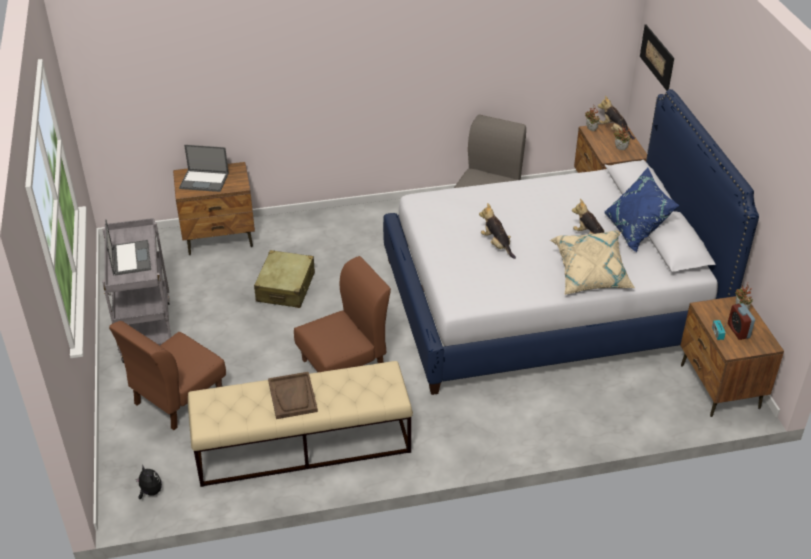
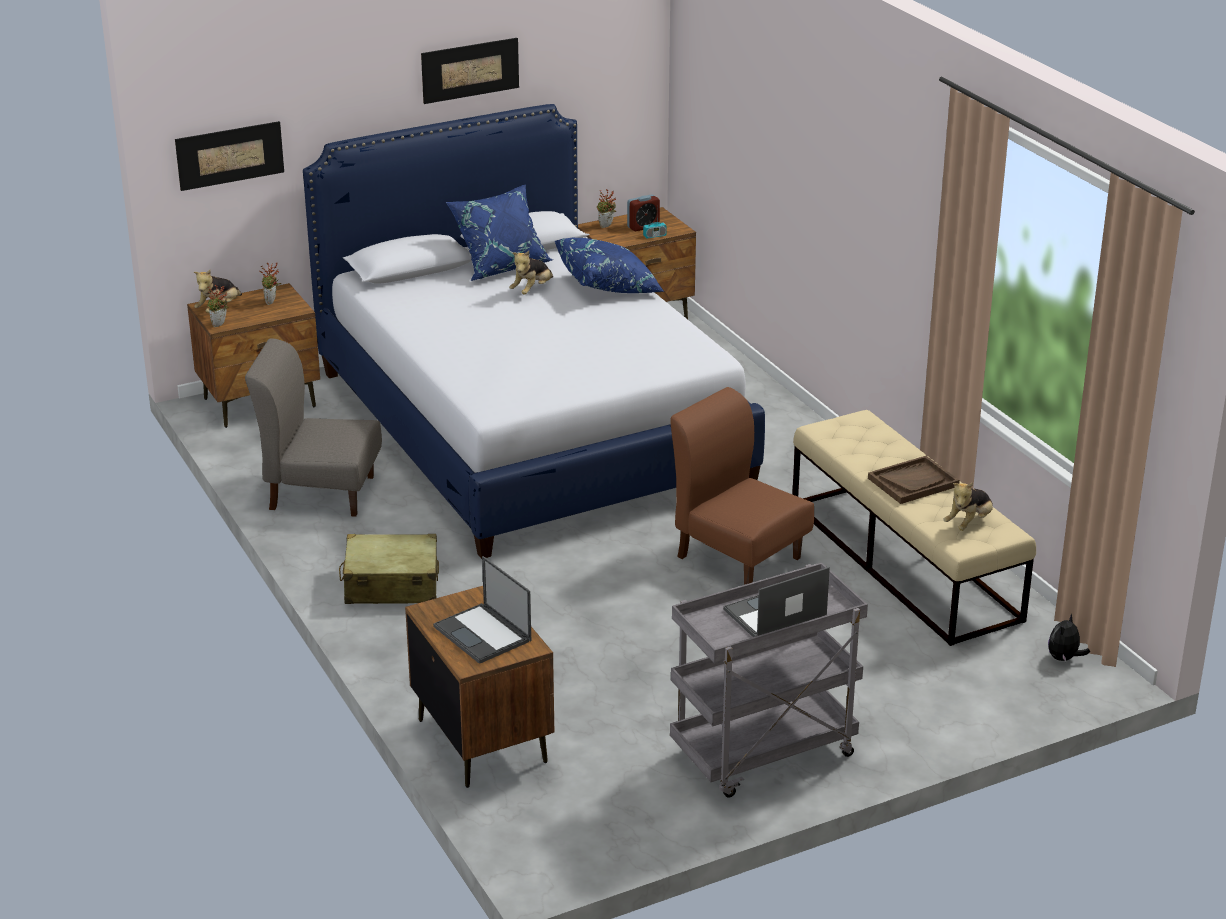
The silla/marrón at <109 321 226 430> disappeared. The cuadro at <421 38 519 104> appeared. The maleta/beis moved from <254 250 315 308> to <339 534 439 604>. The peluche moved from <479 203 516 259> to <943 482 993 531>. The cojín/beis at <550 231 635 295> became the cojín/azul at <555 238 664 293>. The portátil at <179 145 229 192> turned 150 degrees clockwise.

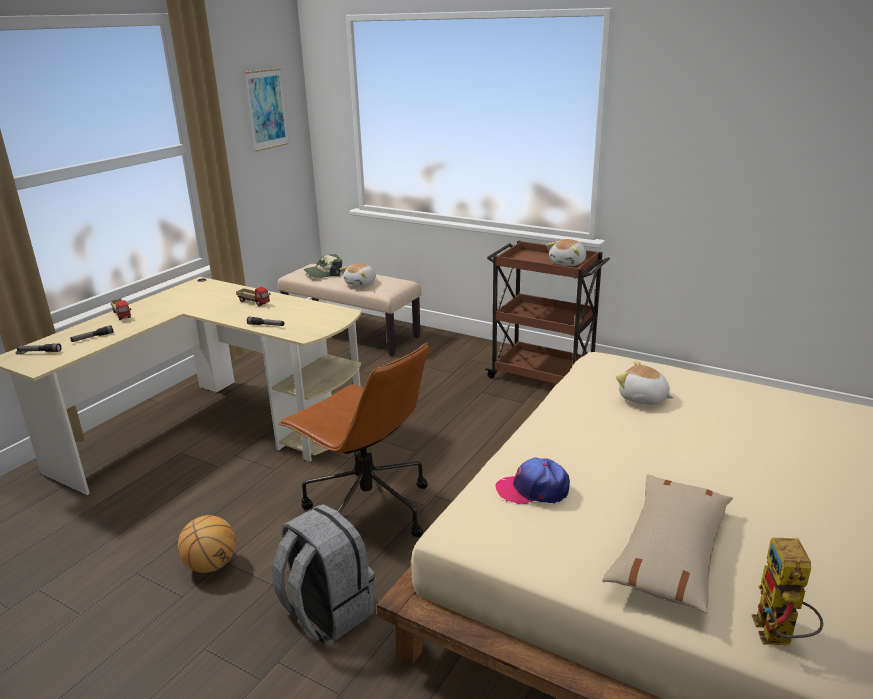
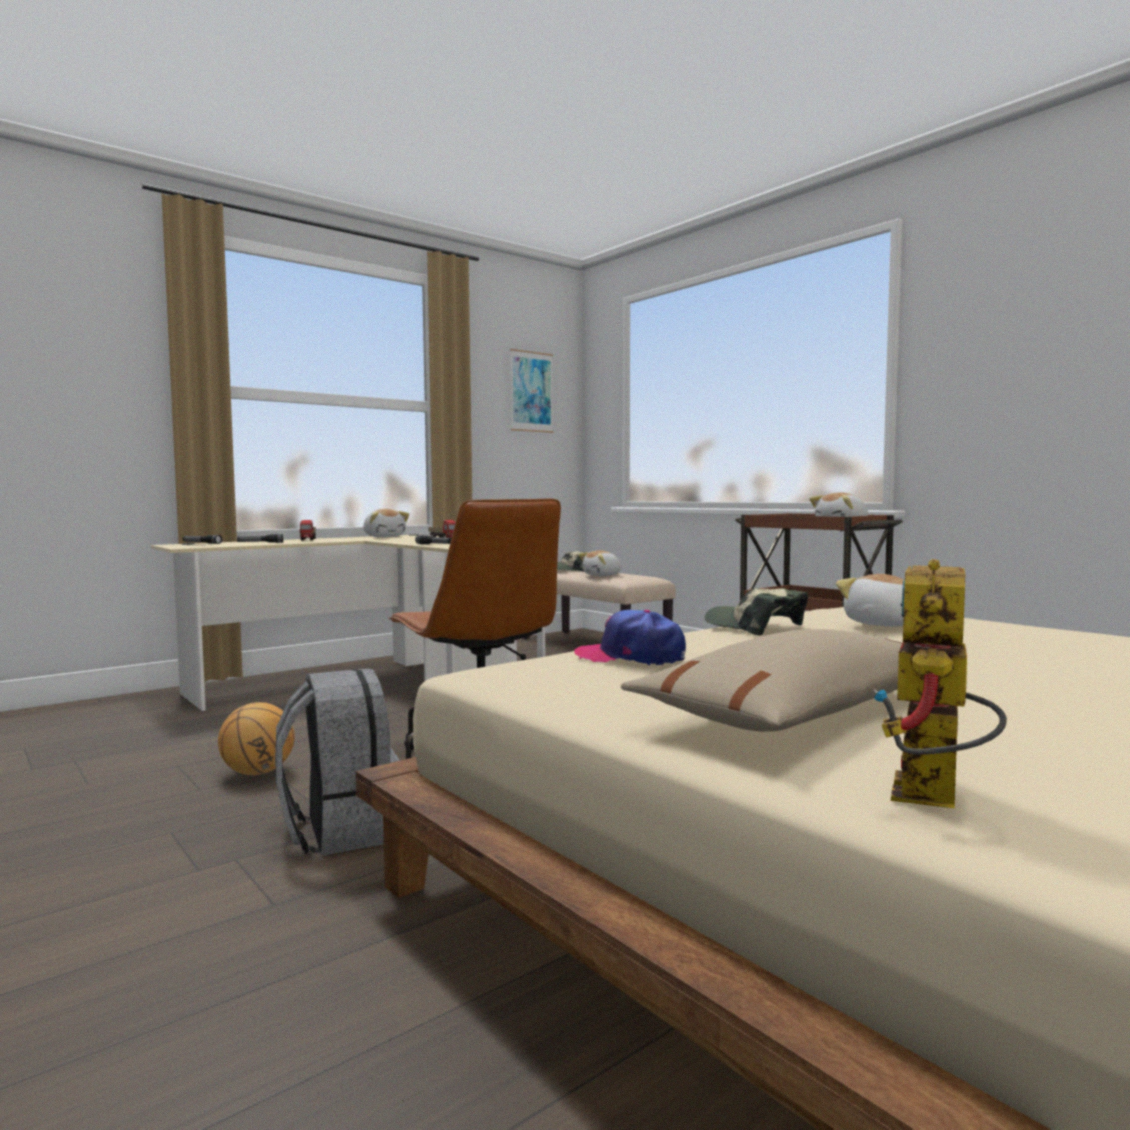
The peluche at <363 509 409 537> appeared. The gorra at <705 588 808 636> appeared.

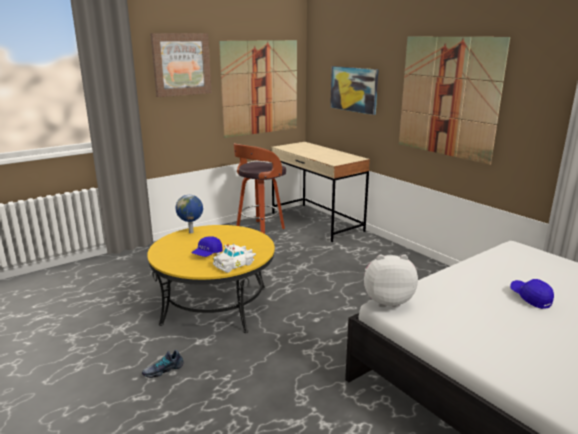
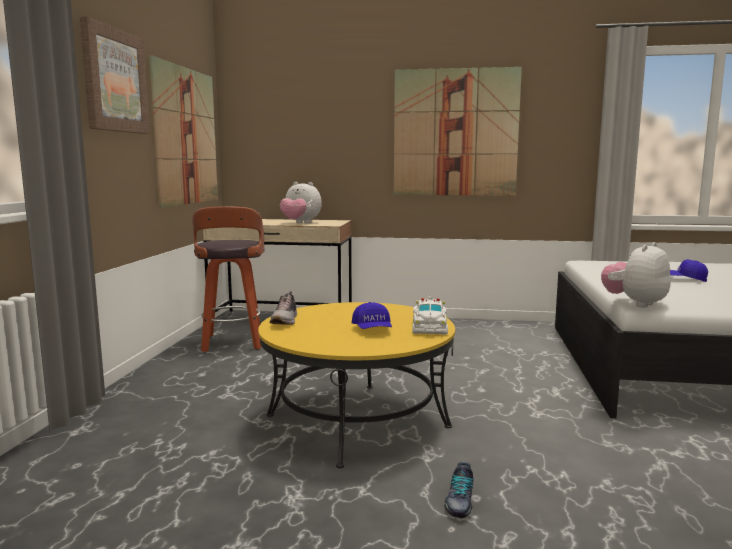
The cuadro at <330 66 379 115> disappeared. The peluche at <280 182 322 223> appeared. The globo terráqueo at <176 195 203 233> was replaced by the zapato at <269 291 297 325>.

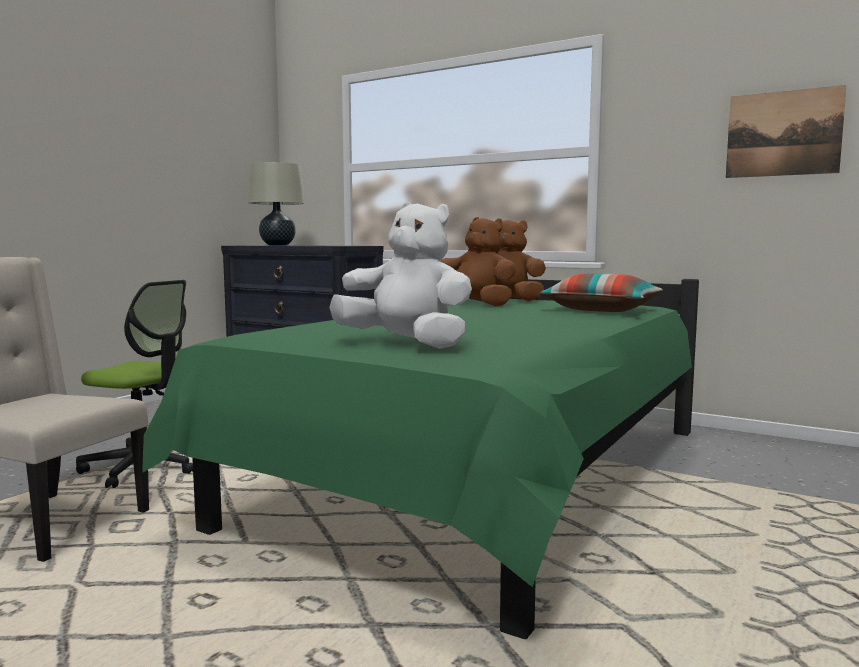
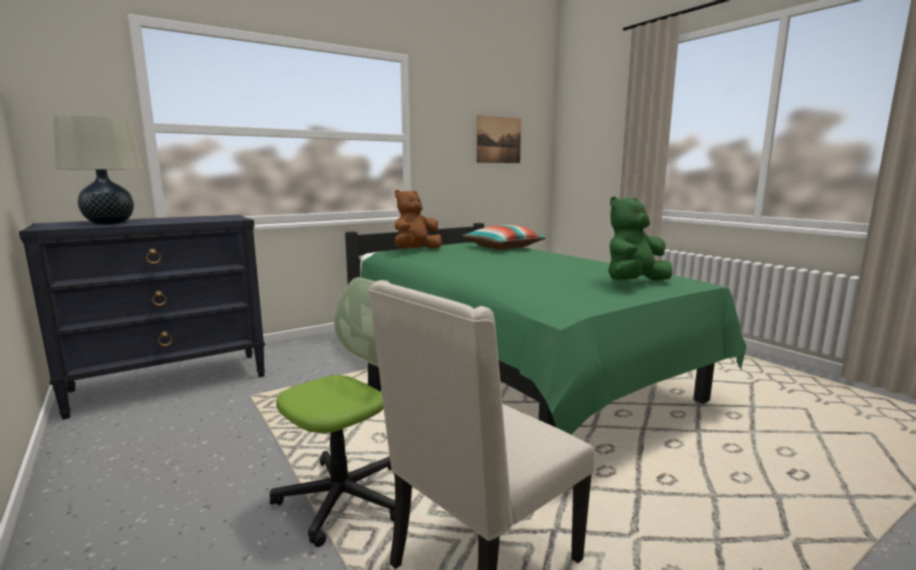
The peluche/marrón at <440 217 516 306> disappeared. The peluche/blanco at <329 203 472 349> became the peluche/verde at <608 196 672 281>.

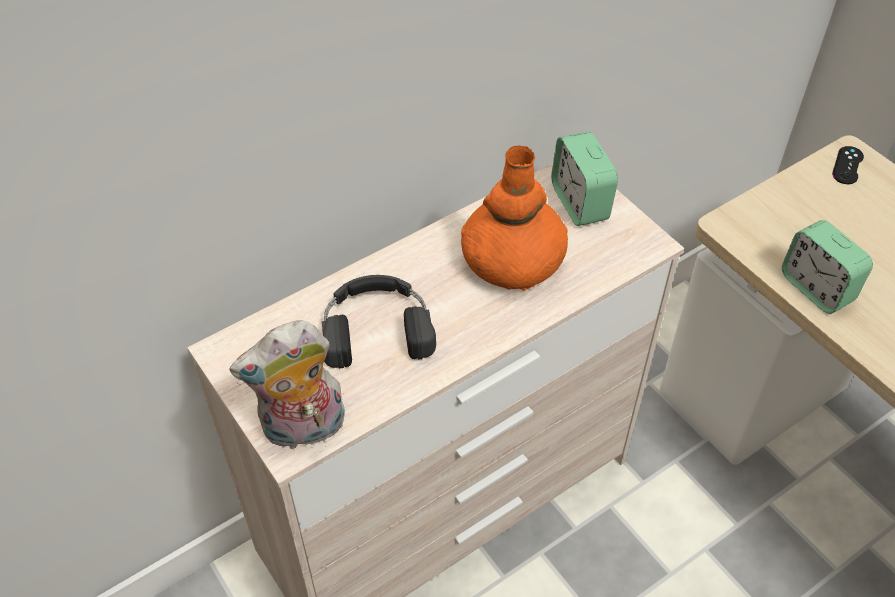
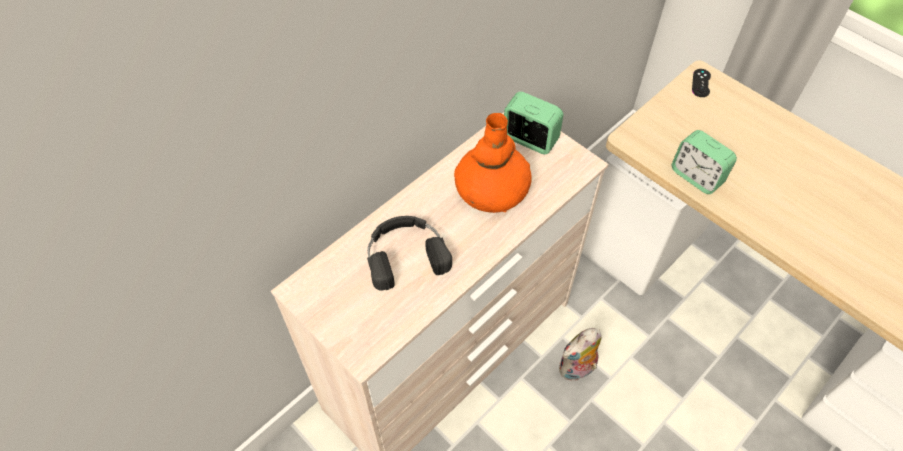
The peluche moved from <230 320 345 449> to <559 328 602 381>. The despertador at <551 132 618 226> turned 150 degrees clockwise.

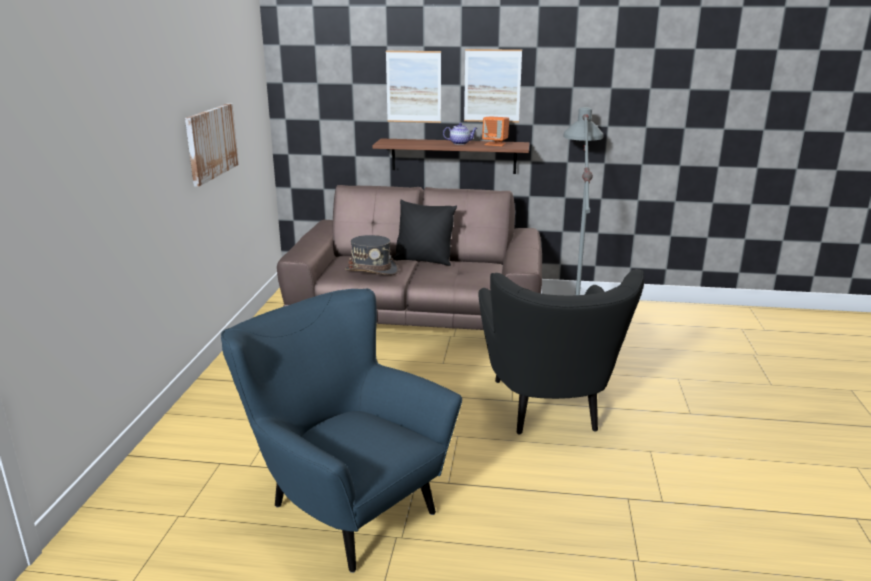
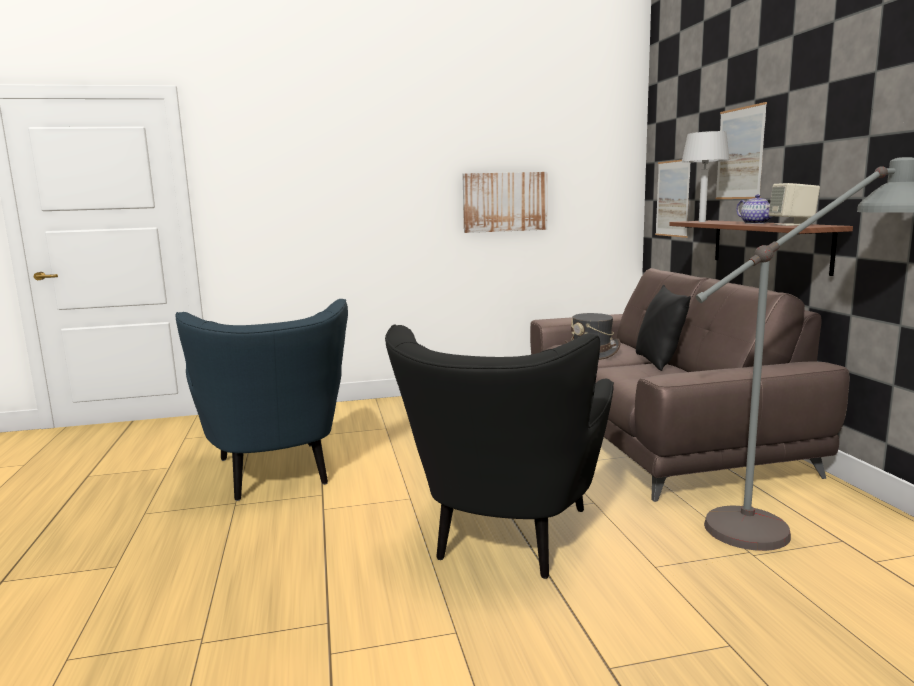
The lámpara de mesa/gris at <681 131 730 222> appeared. The cuadro moved from <464 49 522 123> to <655 160 690 238>. The altavoz/naranja at <482 116 509 146> became the altavoz/beis at <768 183 820 226>. The sillón/azul at <221 288 462 573> turned 135 degrees clockwise. The sillón/negro at <478 269 644 435> turned 45 degrees counterclockwise.

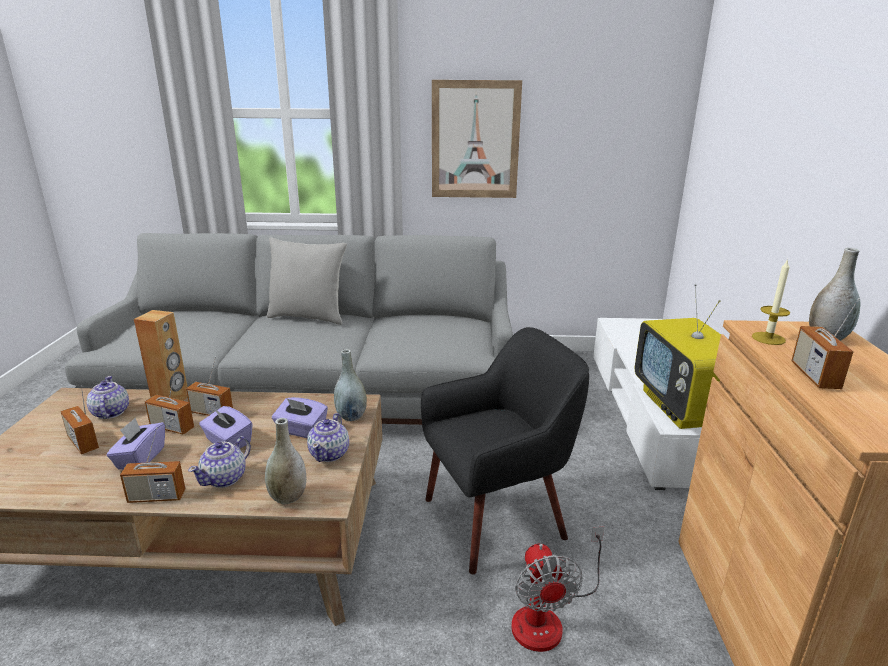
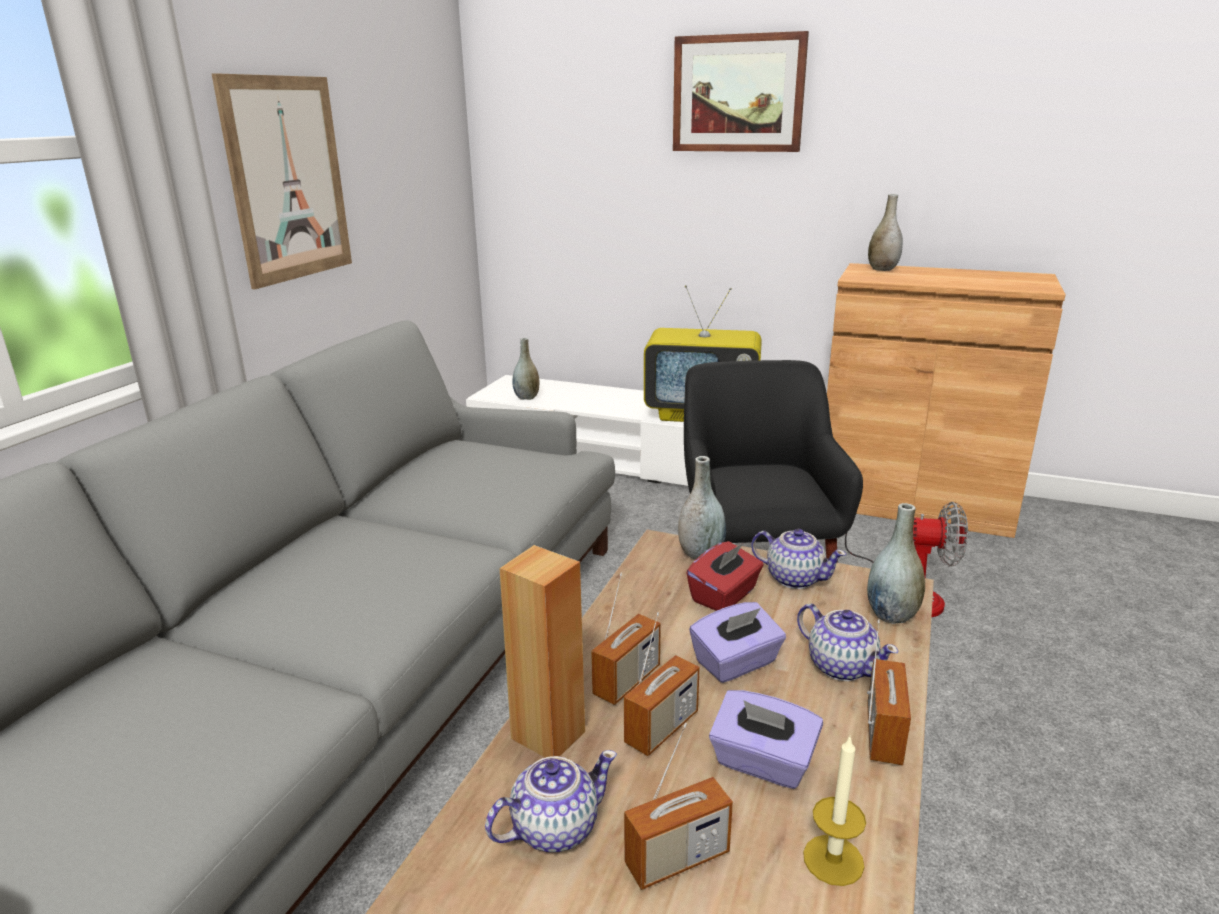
The cojín/gris at <266 237 347 325> disappeared. The radio at <791 298 860 389> disappeared. The florero/gris at <512 338 539 400> appeared. The cuadro at <673 31 809 152> appeared. The vela moved from <752 259 790 345> to <803 737 866 886>. The caja de pañuelos/morado at <272 397 328 438> became the caja de pañuelos/rojo at <686 541 764 611>. The tetera at <87 376 129 419> turned 150 degrees clockwise.

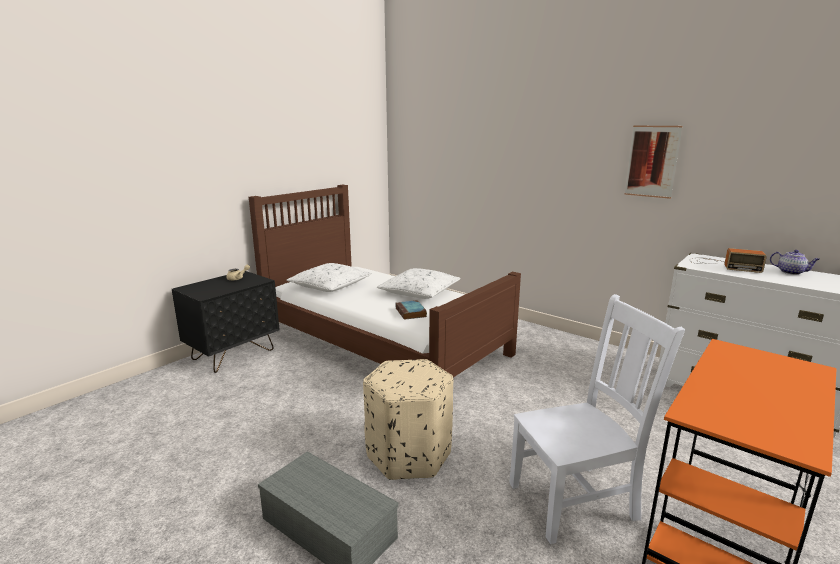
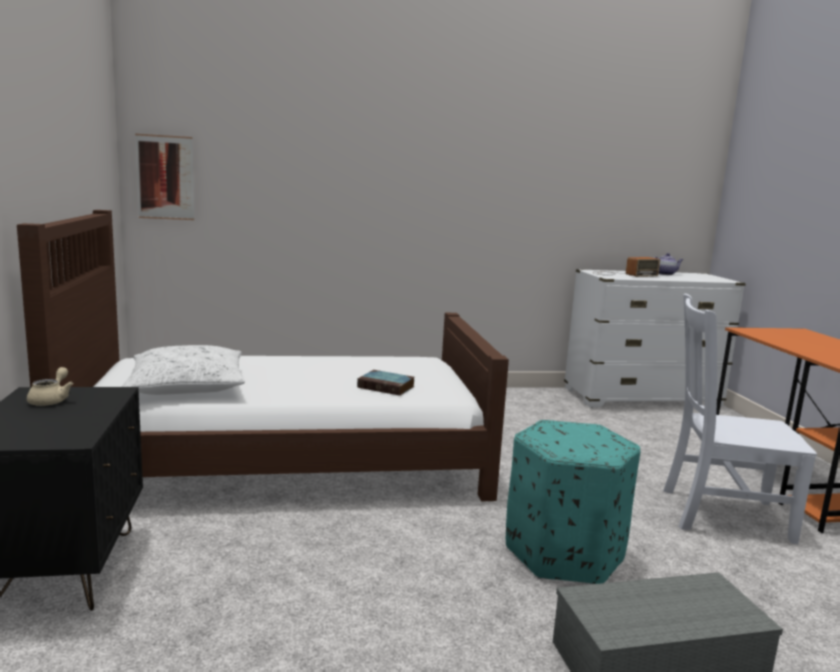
The cojín/blanco at <377 268 461 299> disappeared. The cuadro moved from <624 126 683 199> to <135 134 194 220>. The puf/beis at <363 359 453 480> became the puf/turquesa at <506 420 641 584>. The silla/blanco at <509 294 685 544> turned 105 degrees counterclockwise.

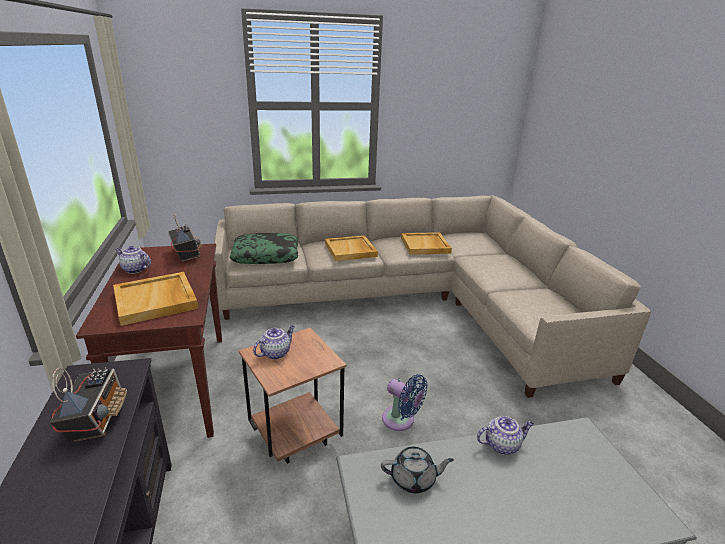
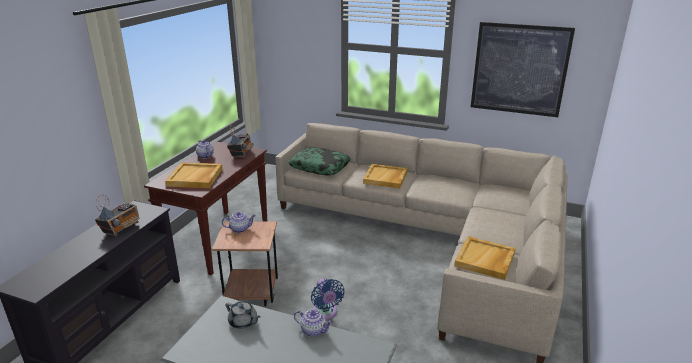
The cuadro at <471 22 575 117> appeared. The bandeja/beis moved from <401 232 452 255> to <454 236 516 280>.

